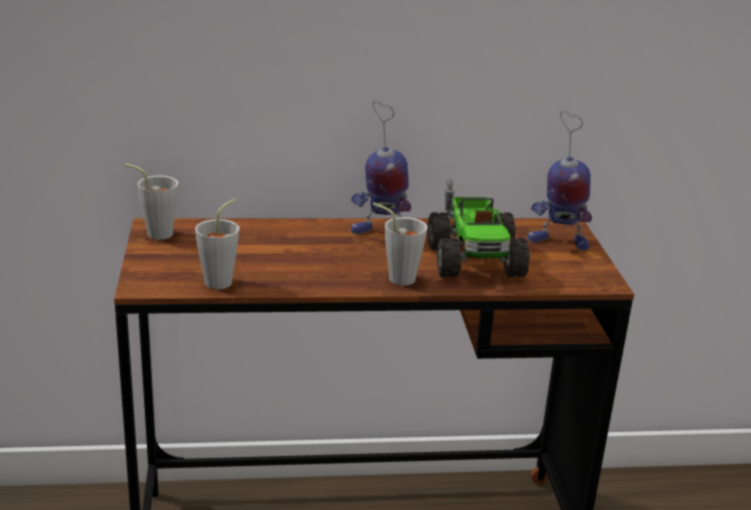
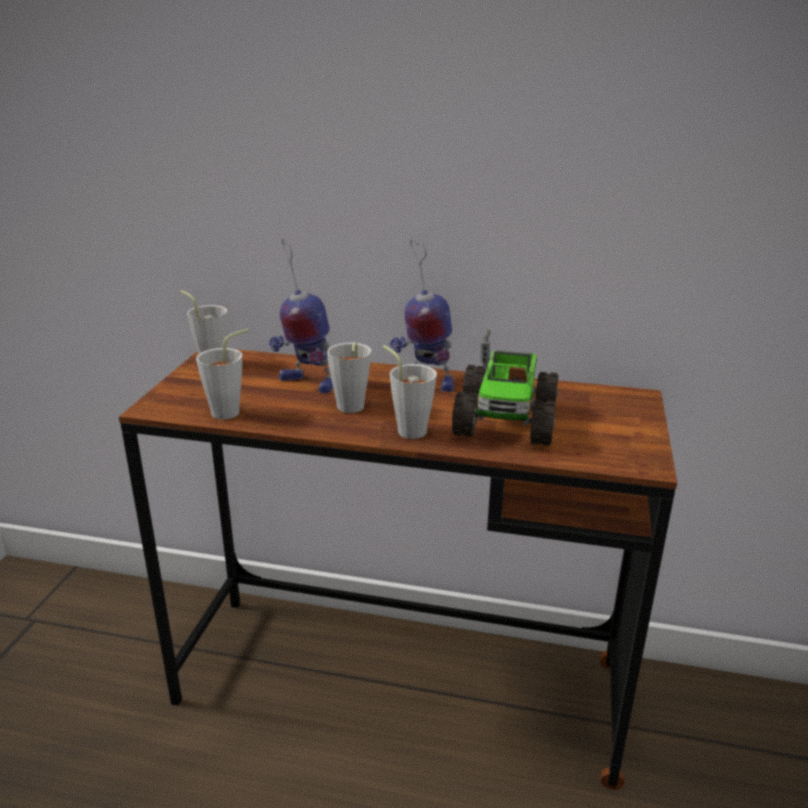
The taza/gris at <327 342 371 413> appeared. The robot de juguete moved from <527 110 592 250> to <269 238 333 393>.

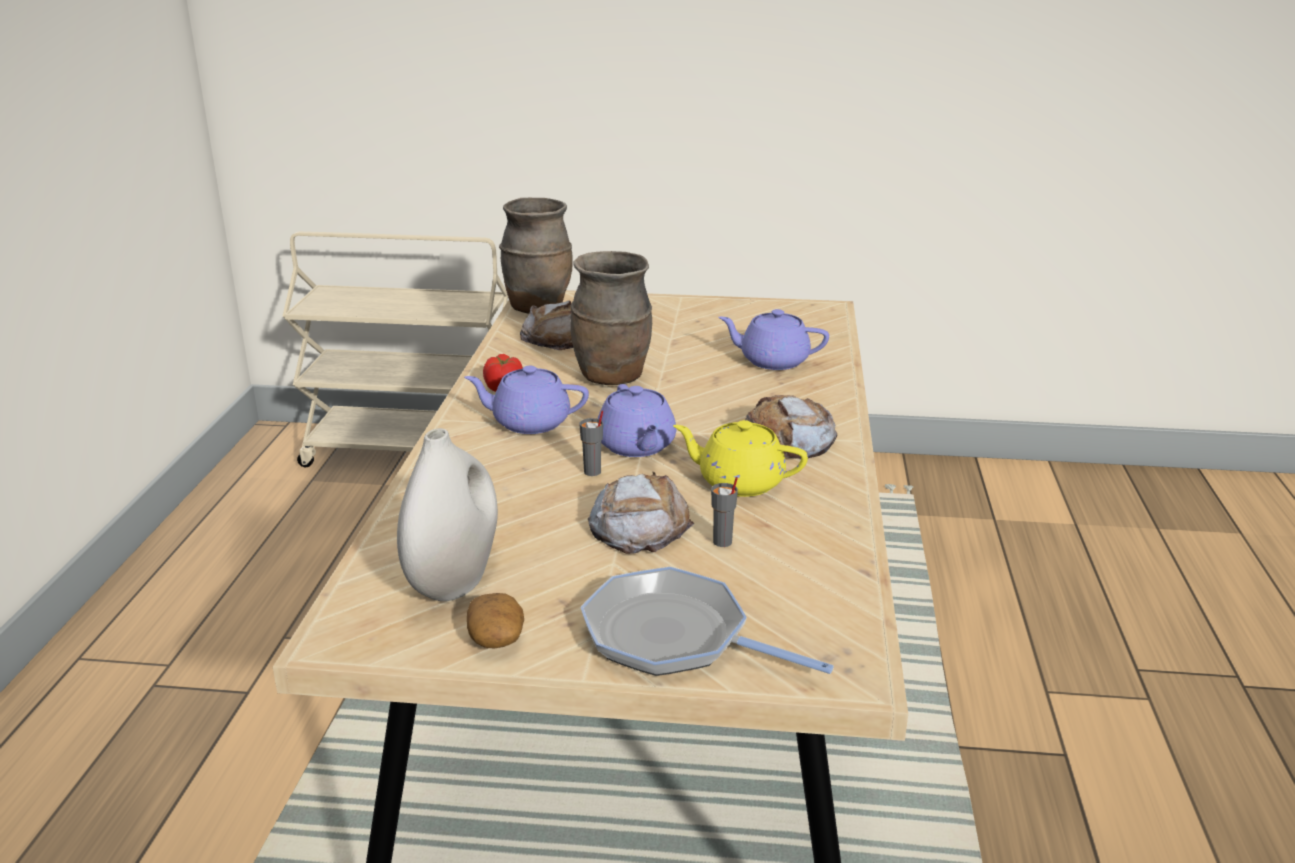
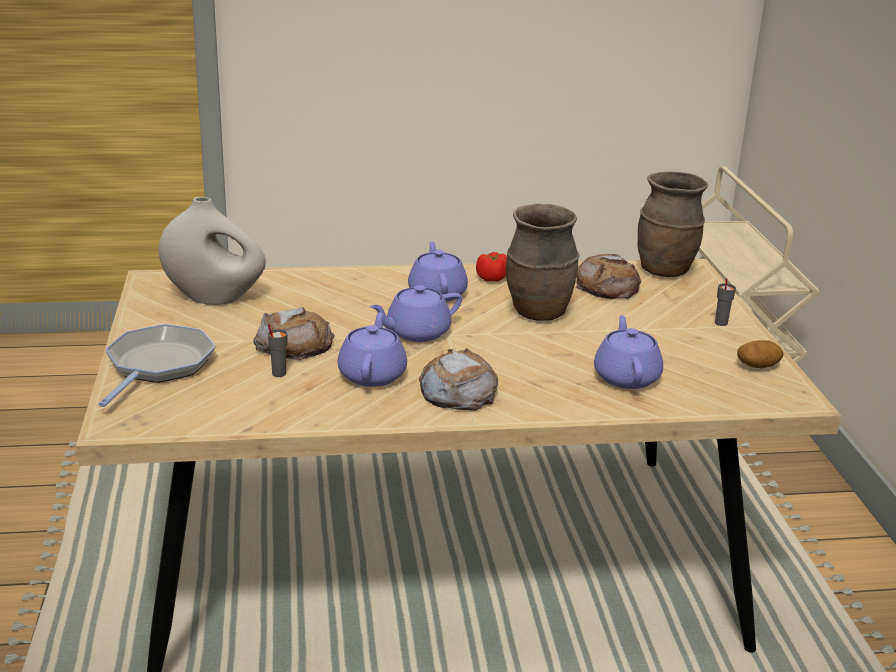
The patata moved from <467 593 524 648> to <737 340 783 368>. The taza/gris moved from <579 411 603 476> to <715 278 736 326>. The tetera/amarillo at <673 420 808 497> became the tetera/morado at <337 312 407 387>.

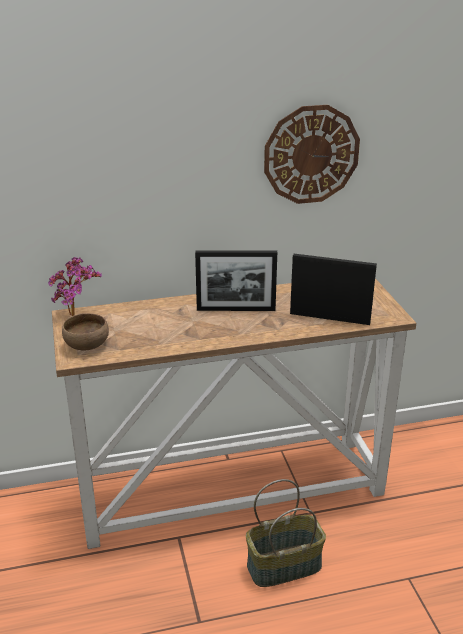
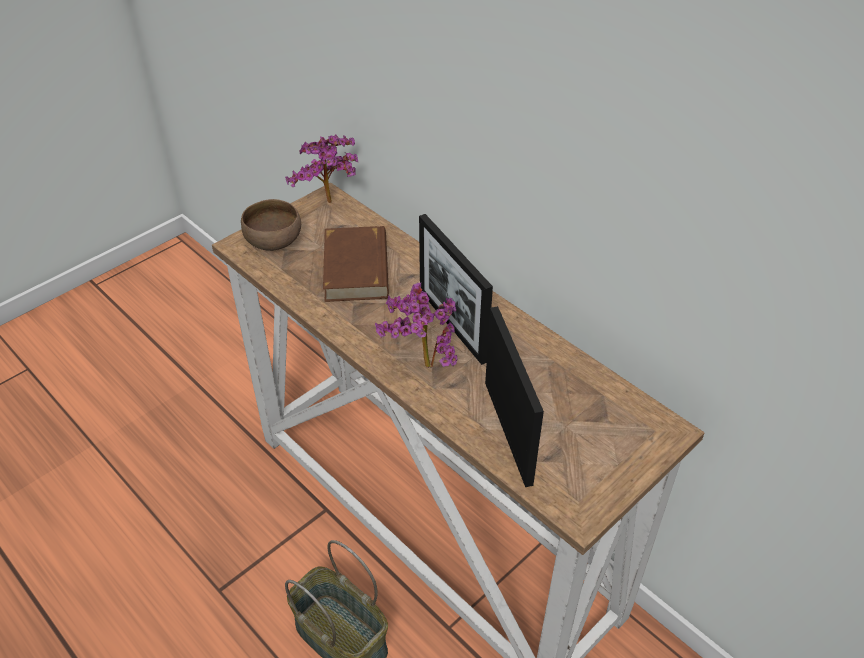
The reloj de pared at <264 105 360 204> disappeared. The libro/marrón at <323 226 389 302> appeared. The planta en maceta at <375 283 458 368> appeared.

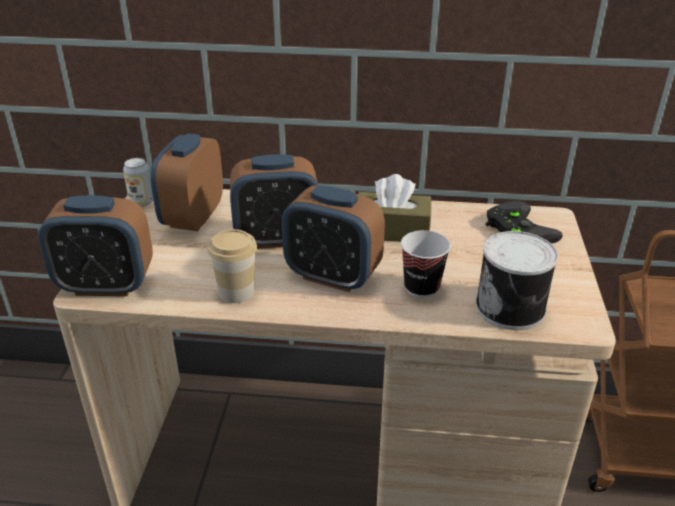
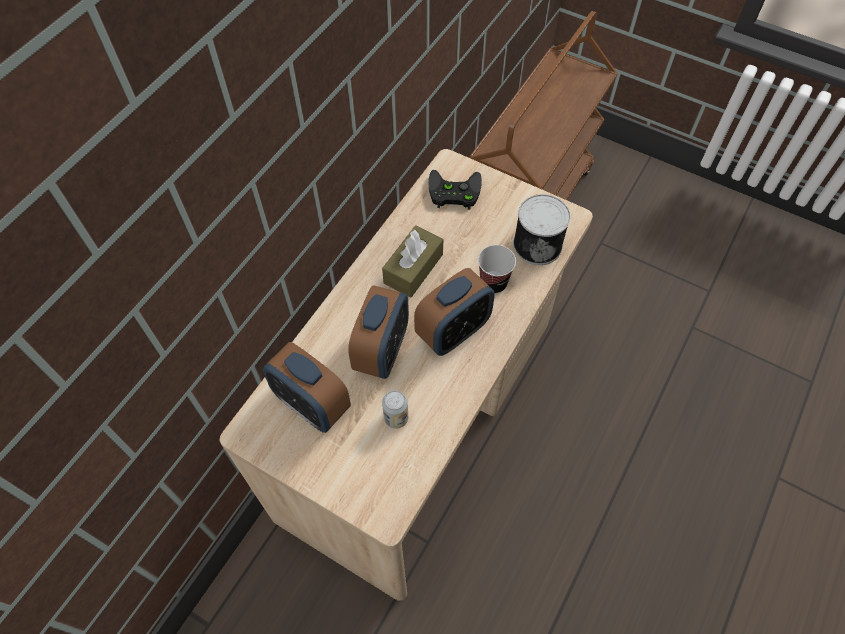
The despertador at <38 195 153 296> disappeared. The taza at <207 229 257 303> disappeared. The lata moved from <123 158 153 207> to <382 390 408 429>.

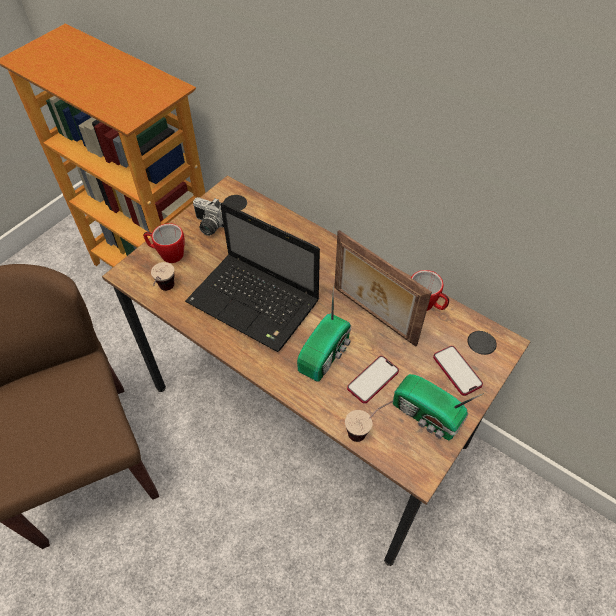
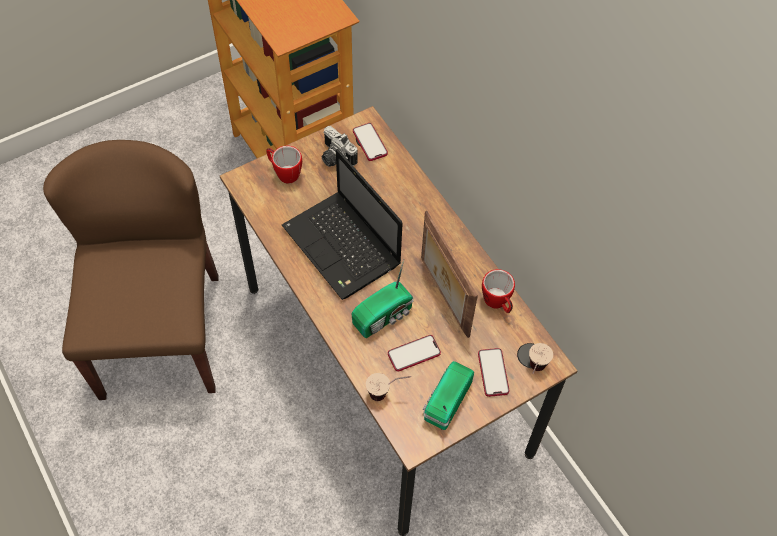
The móvil at <353 123 388 161> appeared. The taza moved from <151 262 174 291> to <529 343 553 374>. The radio at <393 374 484 440> turned 60 degrees clockwise.

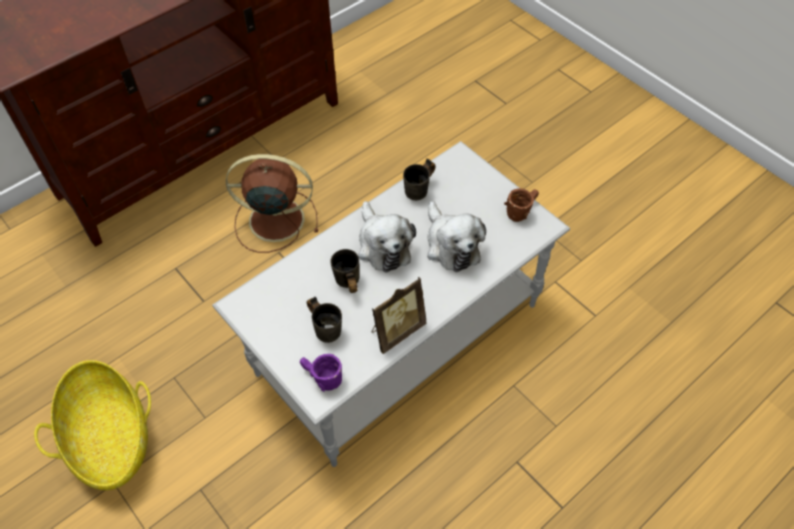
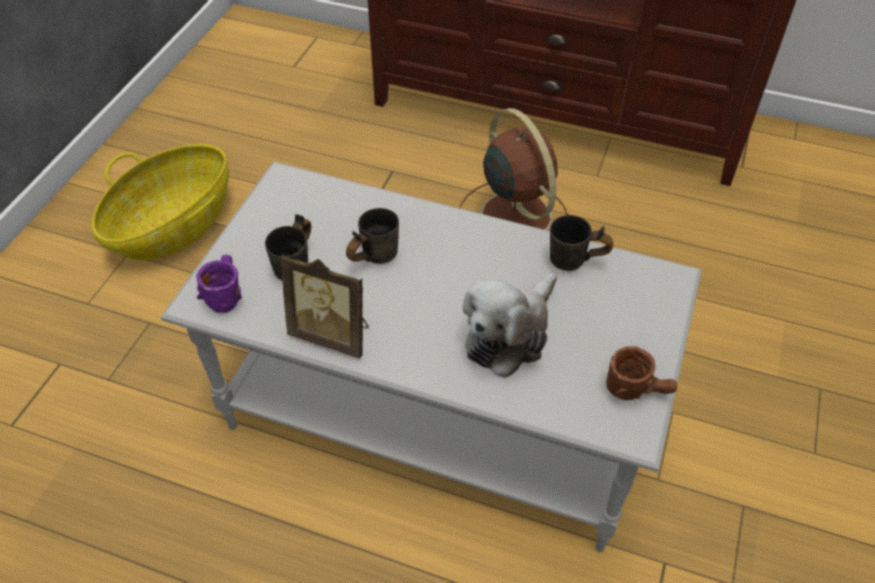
The peluche at <358 201 416 273> disappeared.

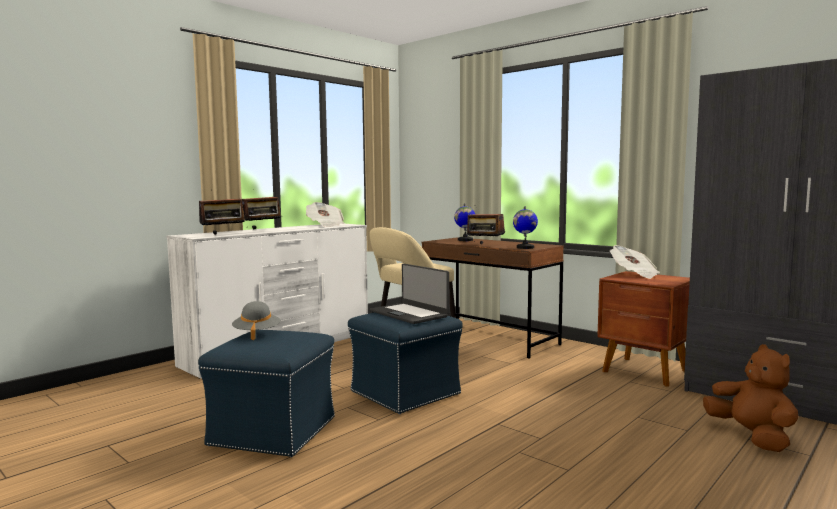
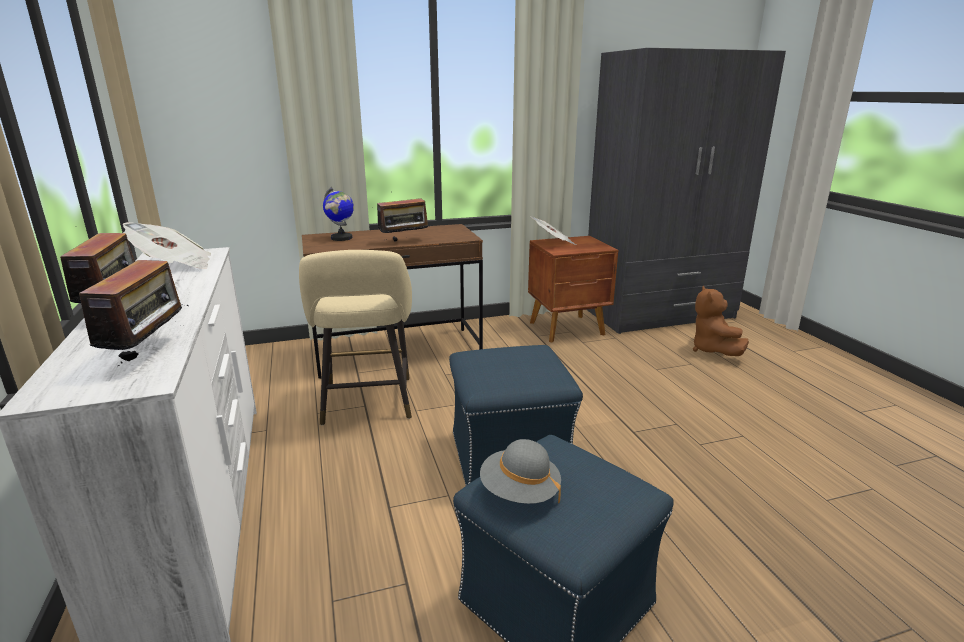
The portátil at <370 263 449 324> disappeared. The globo terráqueo at <513 206 538 249> disappeared. The peluche/marrón at <703 344 799 452> turned 105 degrees counterclockwise.

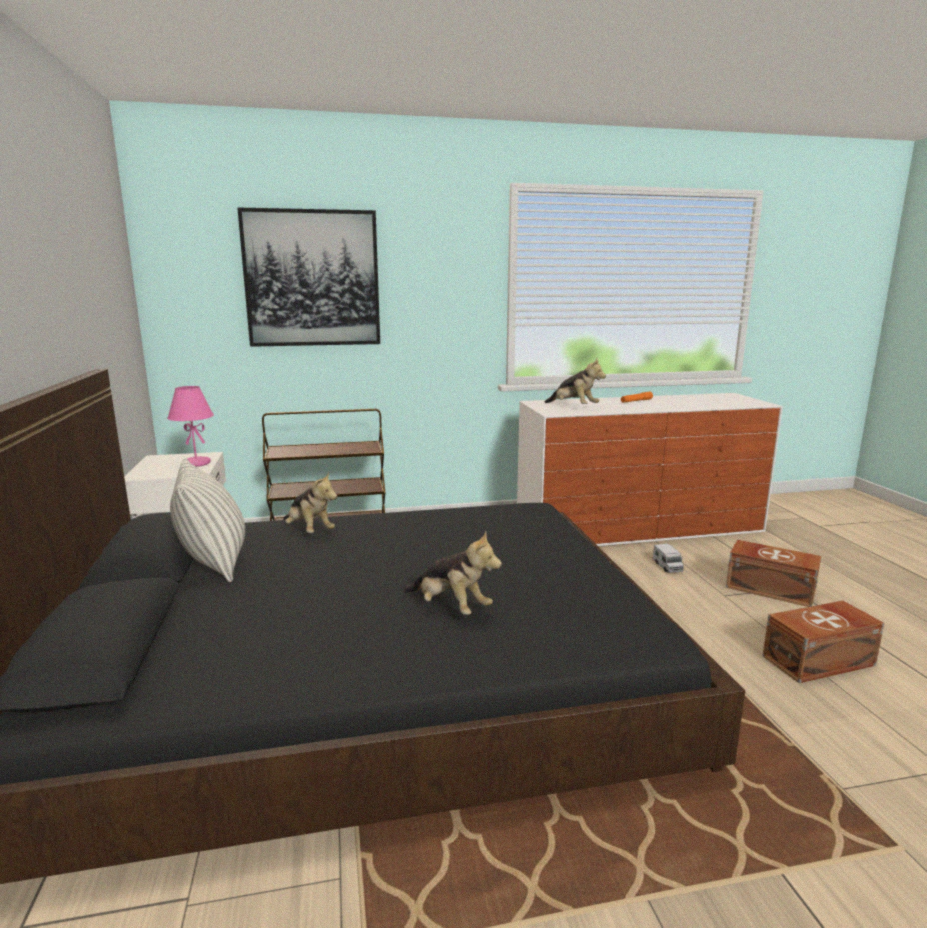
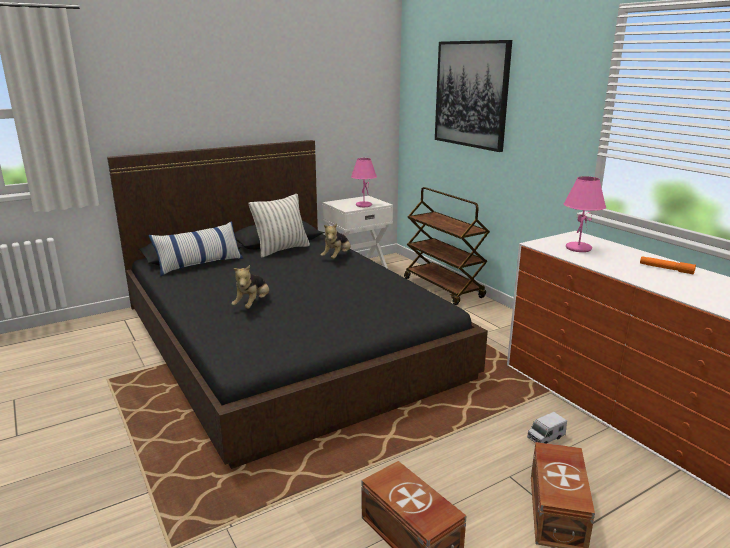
The cojín at <149 221 243 276> appeared. The peluche at <544 359 606 404> was replaced by the lámpara de mesa/rosa at <564 176 606 252>.

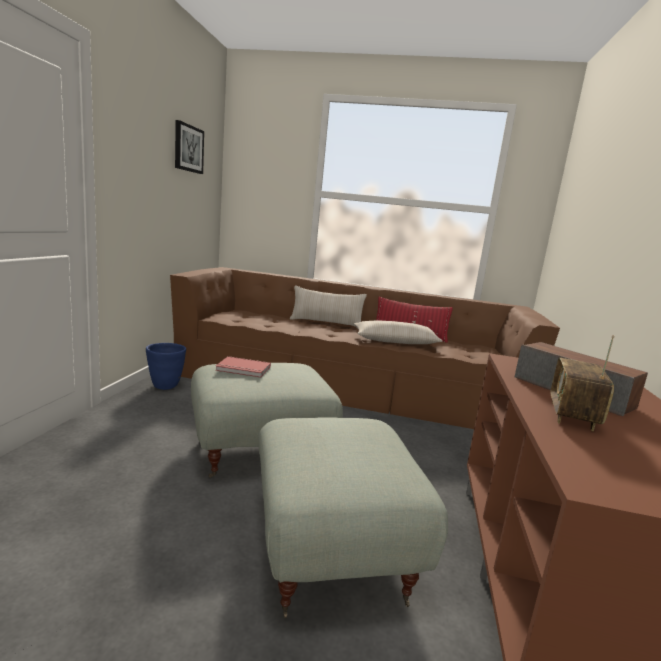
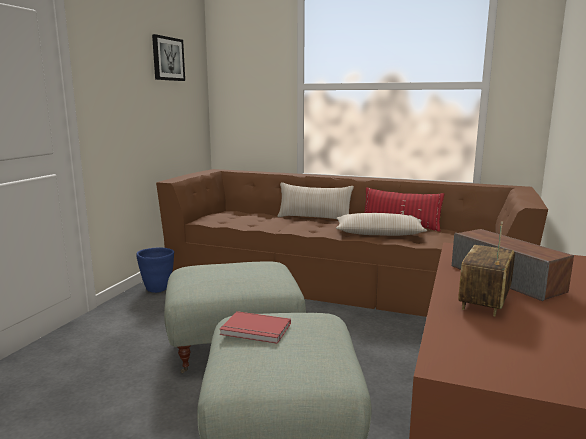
The libro/rojo moved from <215 356 271 377> to <220 311 291 344>.

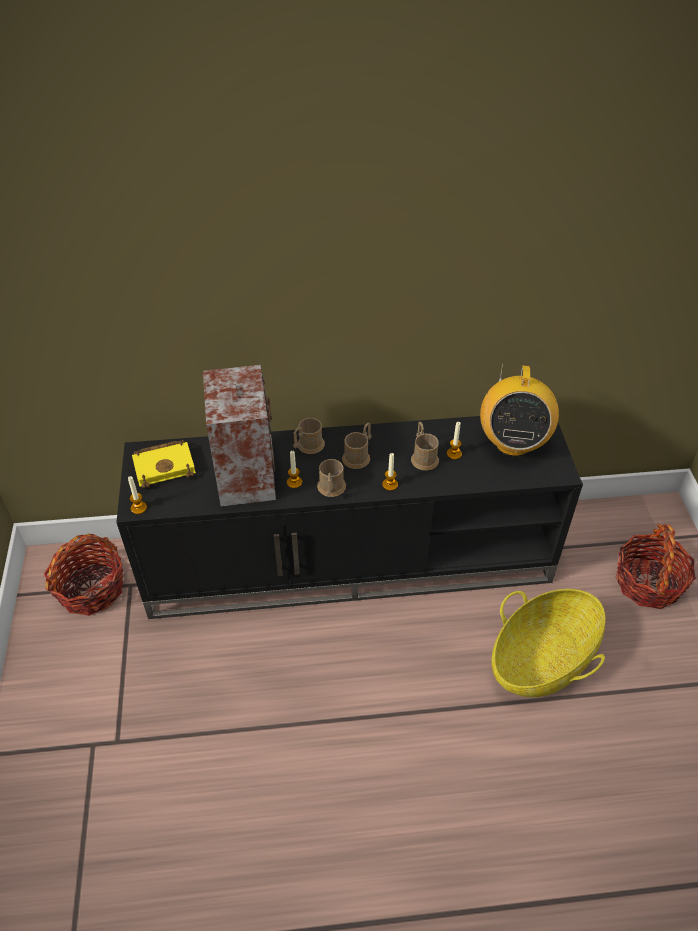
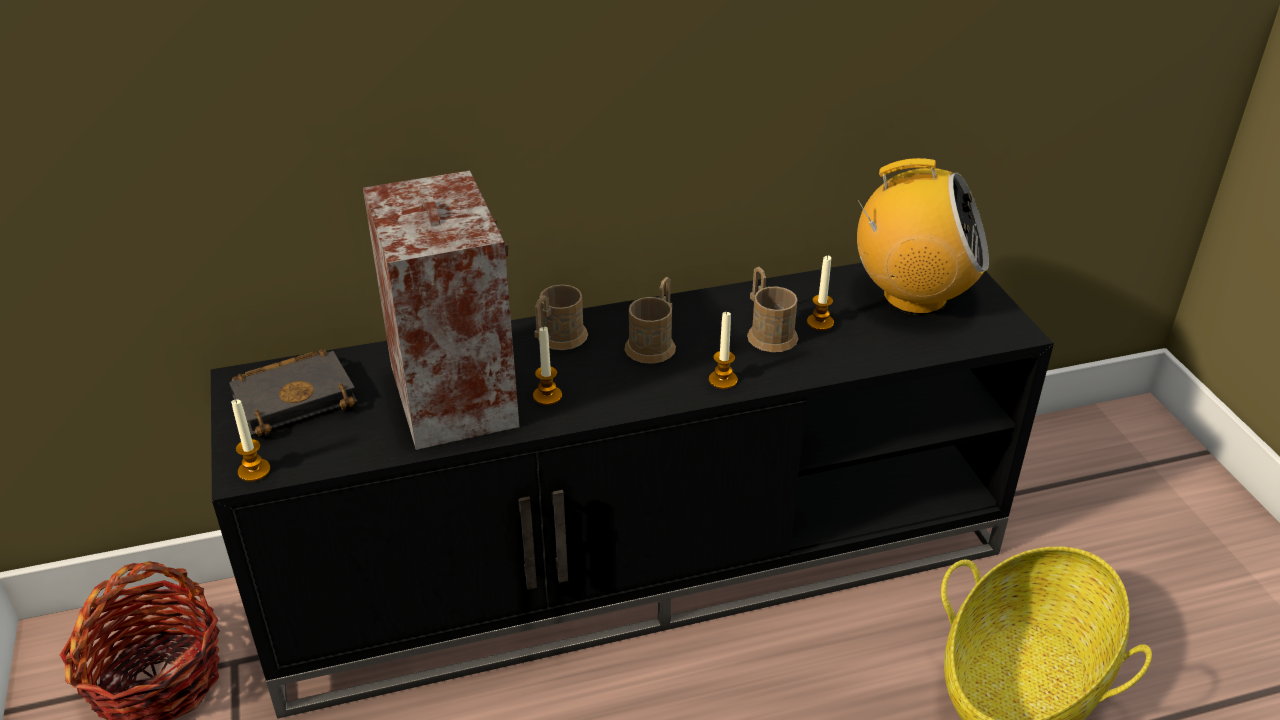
The taza grande/marrón at <317 459 346 497> disappeared. The cesta at <616 524 696 609> disappeared. The libro/amarillo at <132 440 196 488> became the libro/negro at <229 349 357 437>. The radio at <480 363 559 456> turned 75 degrees counterclockwise.

